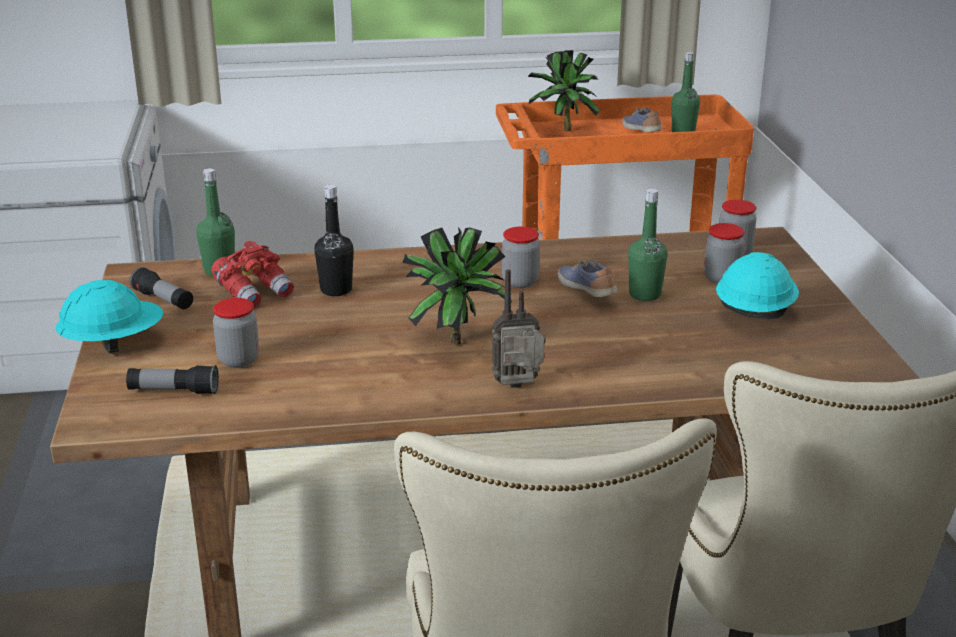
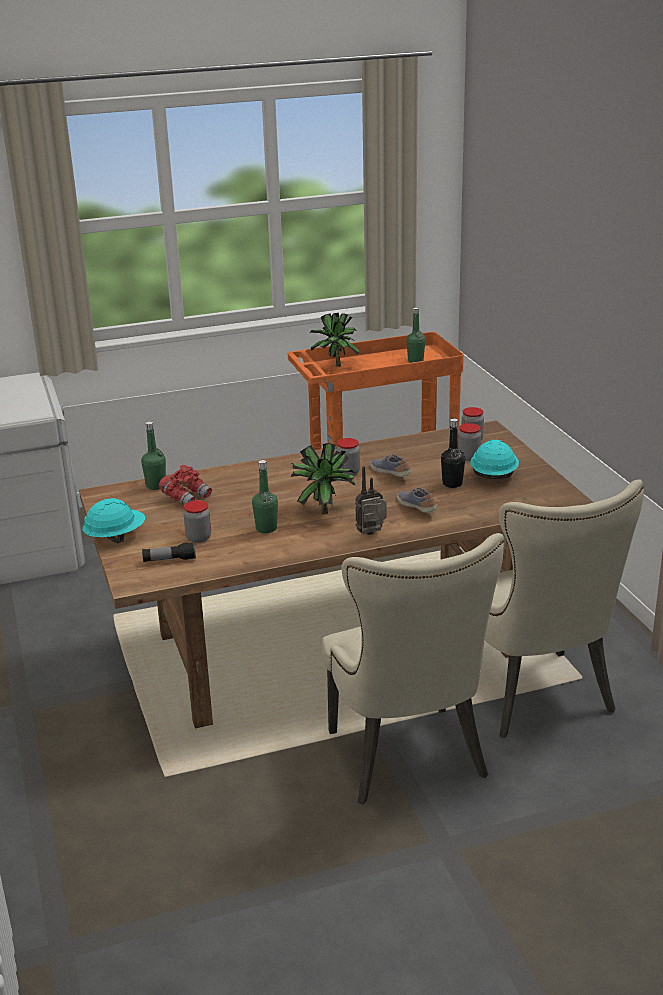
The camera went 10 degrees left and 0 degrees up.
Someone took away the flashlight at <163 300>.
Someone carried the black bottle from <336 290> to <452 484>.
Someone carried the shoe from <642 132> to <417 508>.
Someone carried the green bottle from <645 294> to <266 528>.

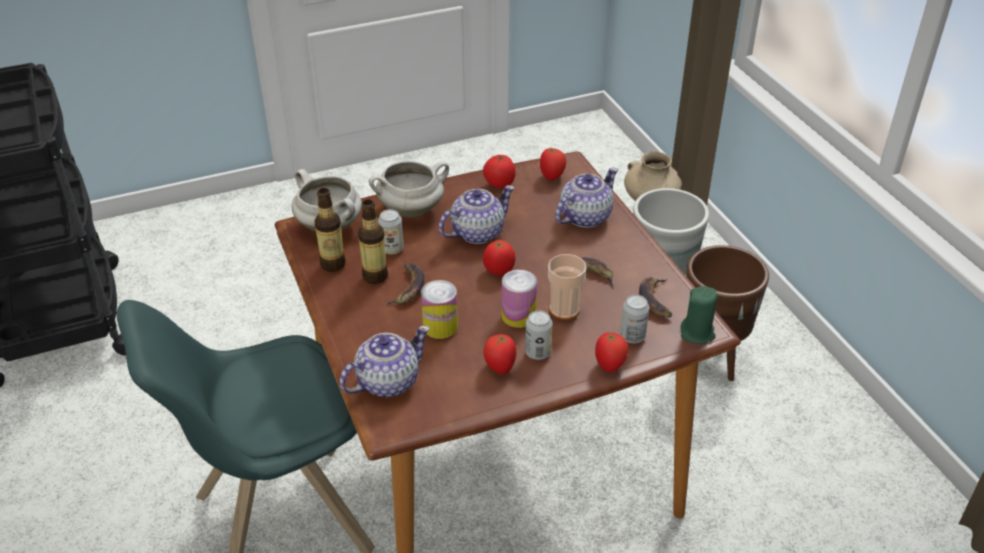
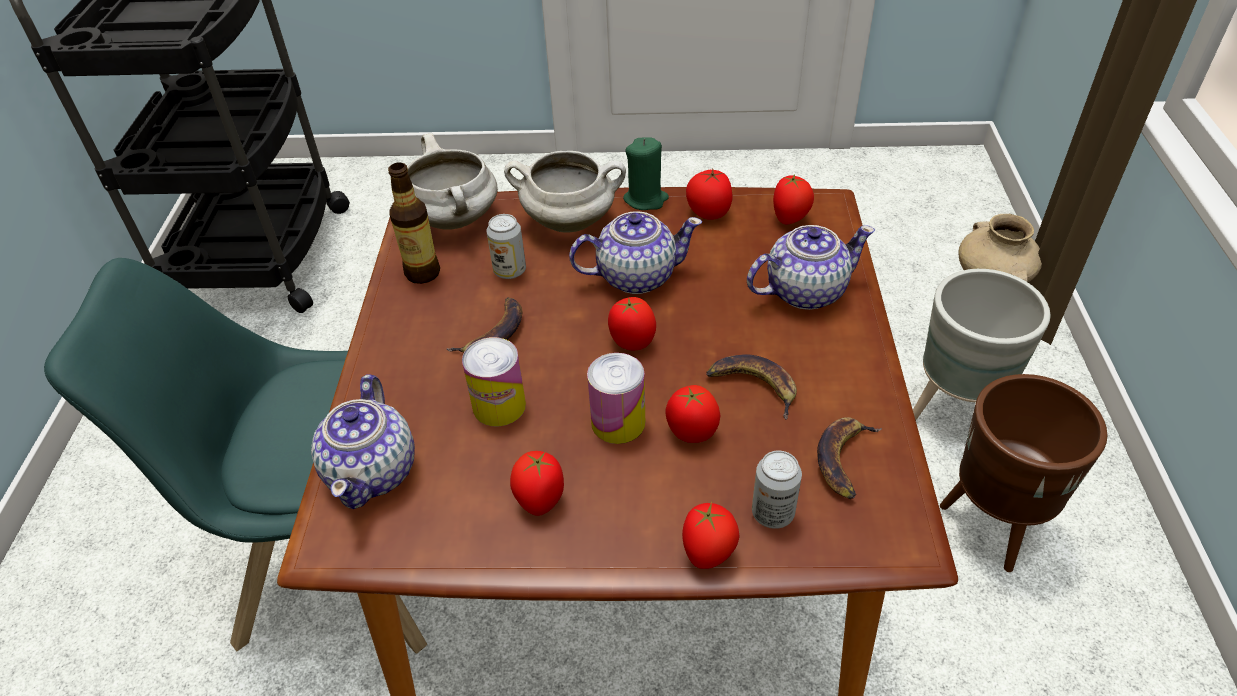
The camera went 25 degrees right and 5 degrees up.
Someone rotated the teapot at <387 382> by 105 degrees clockwise.
Someone took away the bottle at <375 276>.
Someone took away the can at <538 352>.
Someone swapped the cup at <564 309> for the tomato at <691 433>.
Someone carried the green candle from <697 333> to <646 199>.

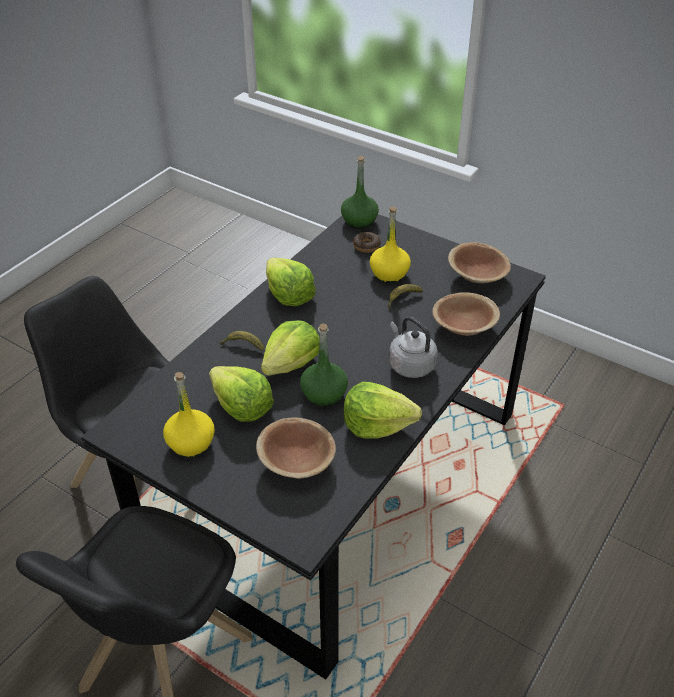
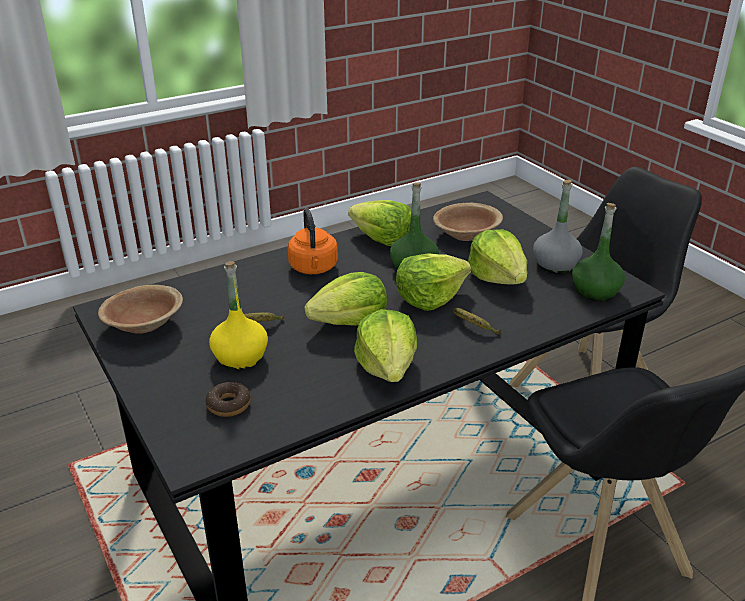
The camera went 155 degrees left and 10 degrees down.
Someone repainted the yellow bottle at <191 443>, which became the grey bottle at <555 265>.
Someone carried the green bottle from <359 221> to <595 291>.
Someone repainted the grey kettle at <410 364>, which became the orange kettle at <313 268>.
Someone took away the brown bowl at <463 327>.
Someone put down the lettuce at <350 321>.

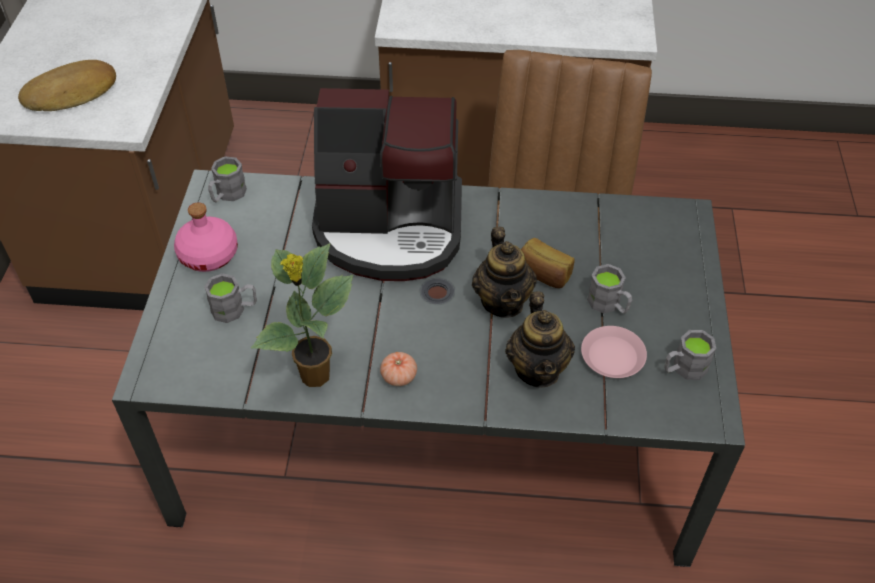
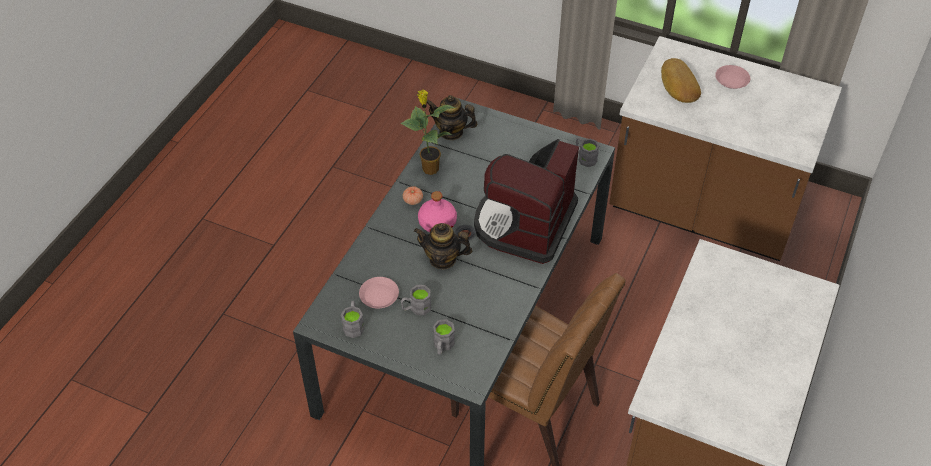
The camera went 110 degrees right and 0 degrees up.
Someone carried the pink bottle from <209 254> to <437 223>.
Someone carried the grey mug from <235 309> to <442 346>.
Someone carried the teapot from <538 369> to <451 132>.
Someone took away the bread at <543 274>.
Someone put down the pink plate at <731 79>.

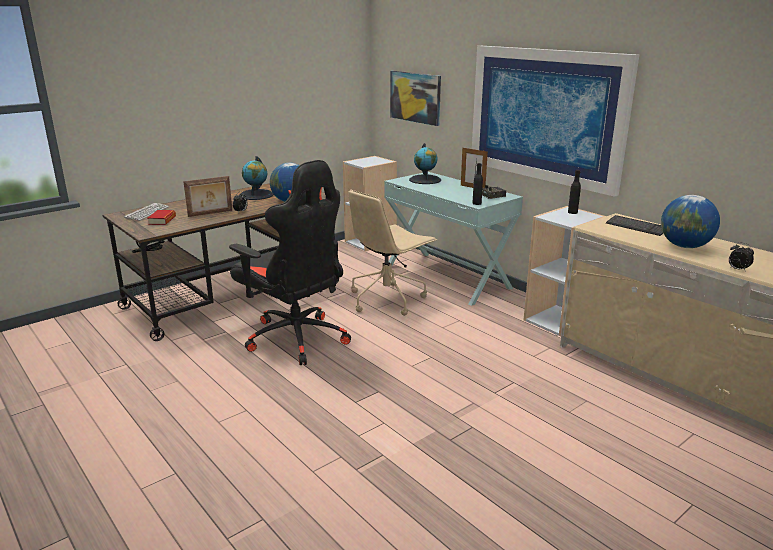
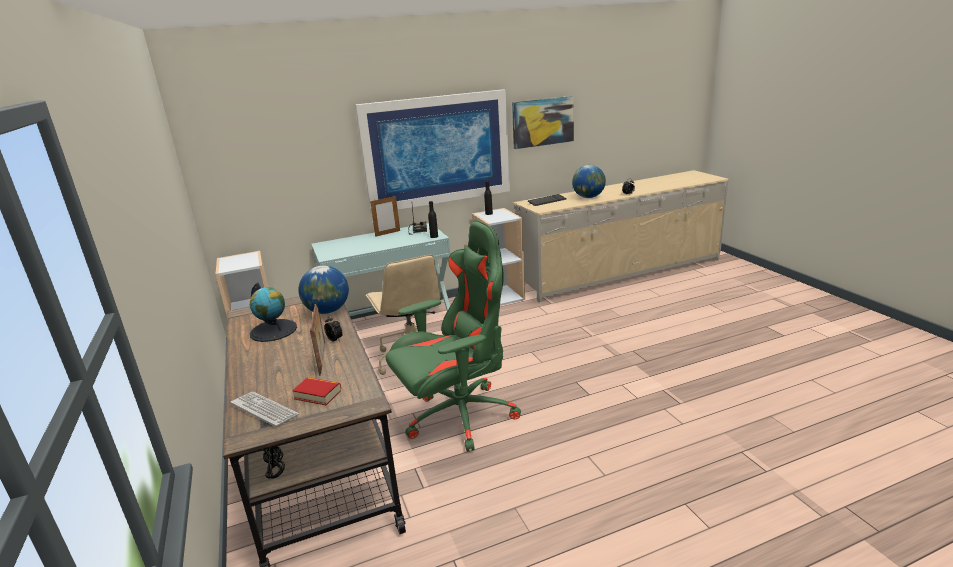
The camera went 70 degrees left and 0 degrees up.
Someone repainted the black office chair at <292 336>, which became the green office chair at <454 420>.
Someone carried the picture from <415 97> to <543 122>.
Someone took away the globe at <425 180>.

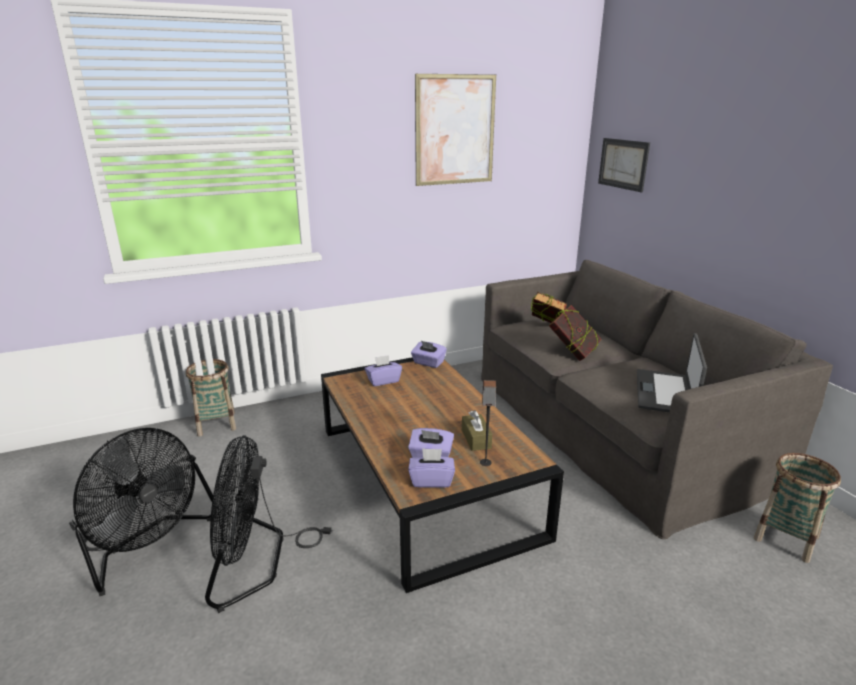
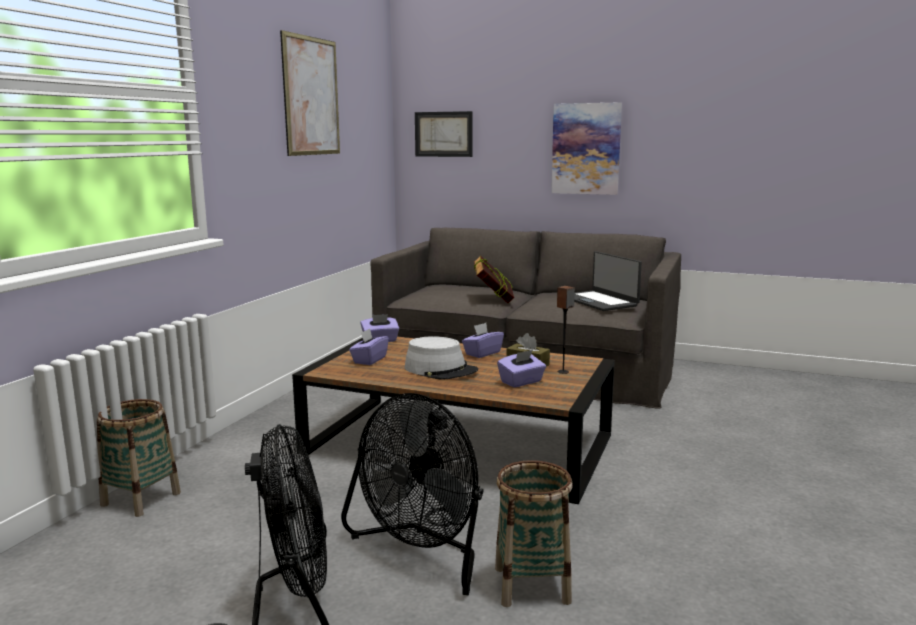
The camera went 45 degrees left and 10 degrees down.
Someone carried the purple tissue box from <431 480> to <482 353>.
Someone took away the book at <547 329>.
Someone carried the basket from <785 538> to <531 585>.
Someone put down the grey hat at <441 369>.
Someone put up the picture at <586 149>.

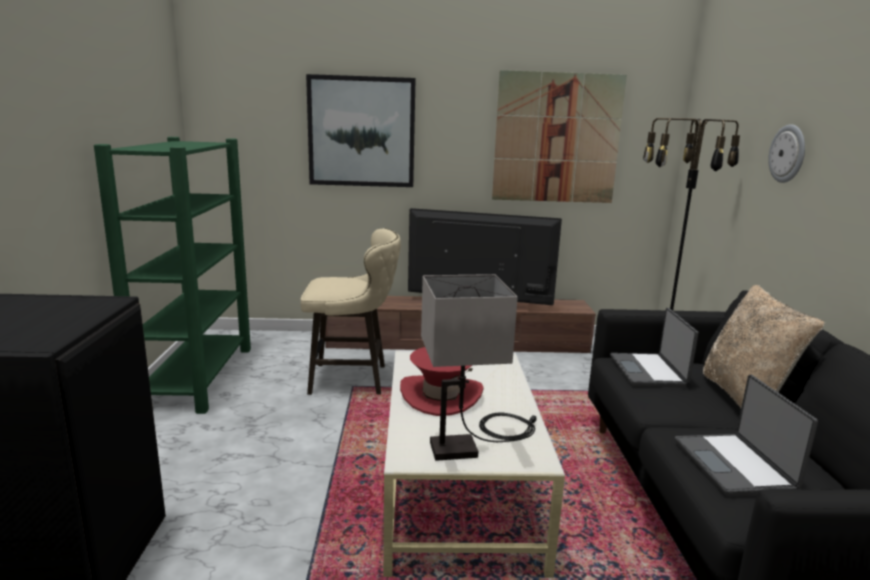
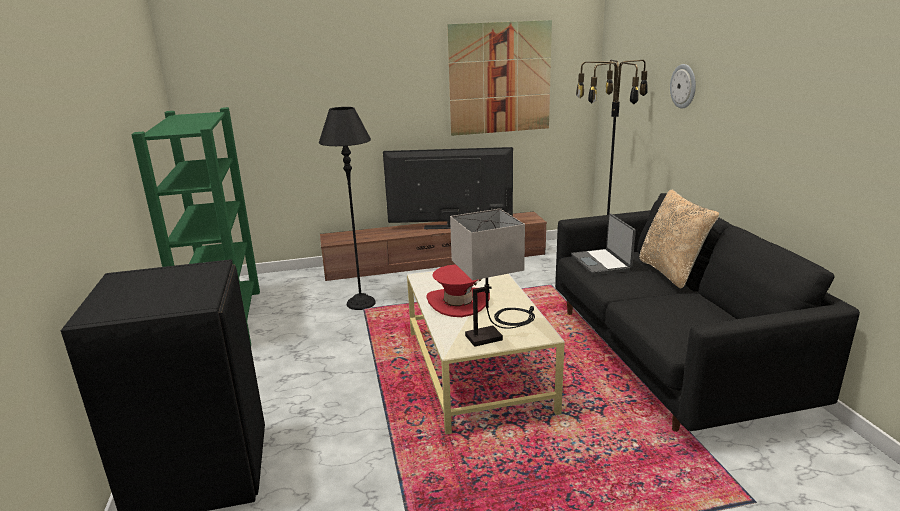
The camera went 10 degrees left and 5 degrees up.
Someone swapped the beige stool at <353 379> for the black floor lamp at <361 303>.
Someone took away the picture at <361 132>.
Someone took away the laptop at <735 466>.

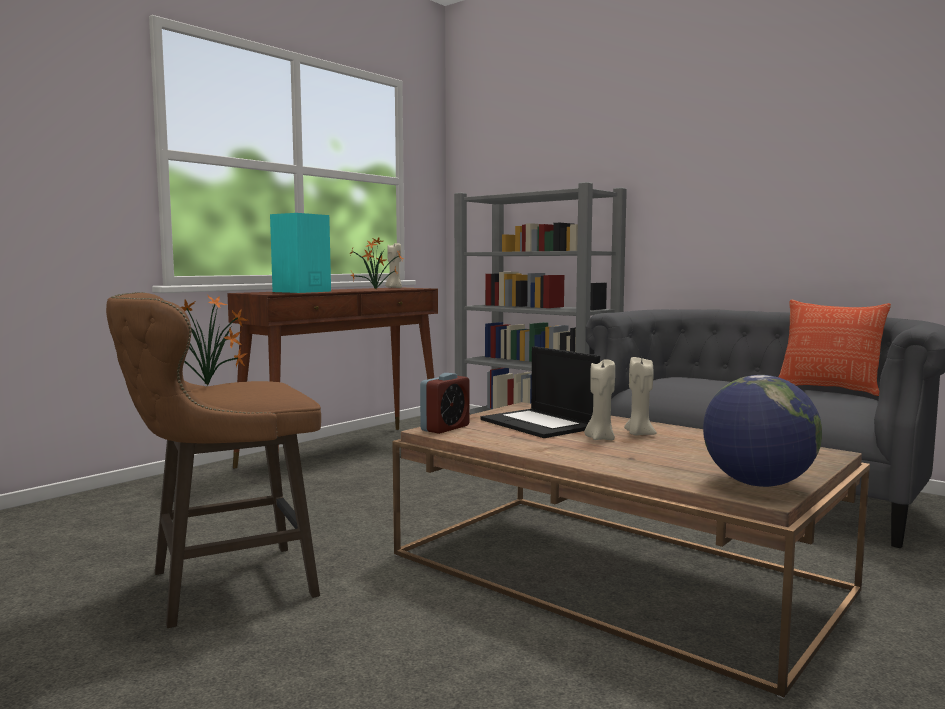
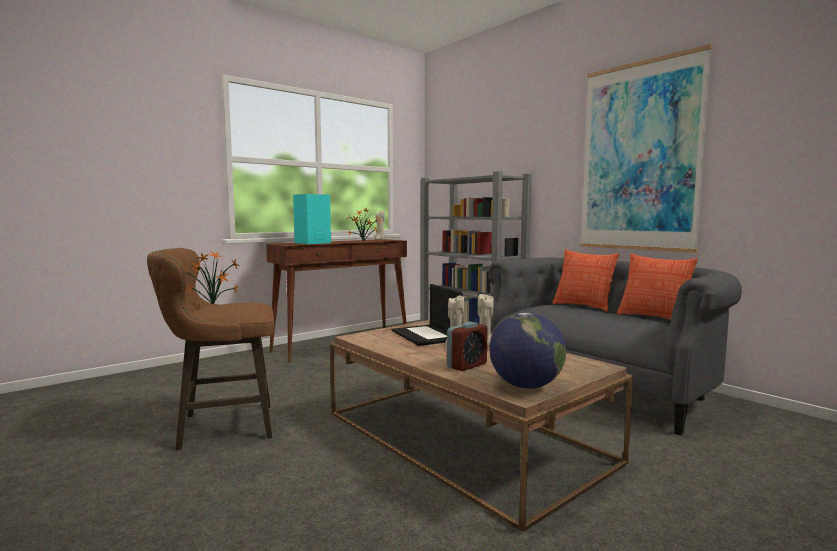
The camera went 10 degrees right and 0 degrees up.
Someone carried the alarm clock from <445 428> to <467 365>.
Someone put down the orange pillow at <583 307>.
Someone put up the picture at <640 157>.

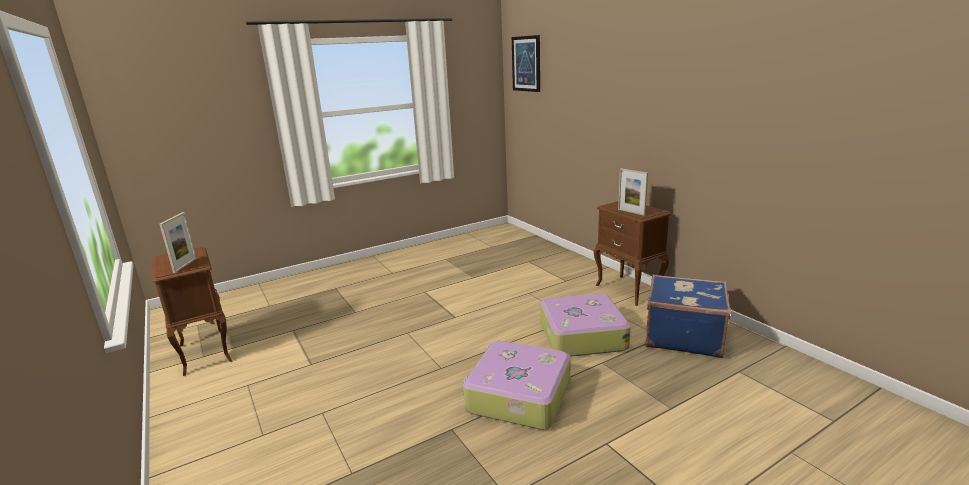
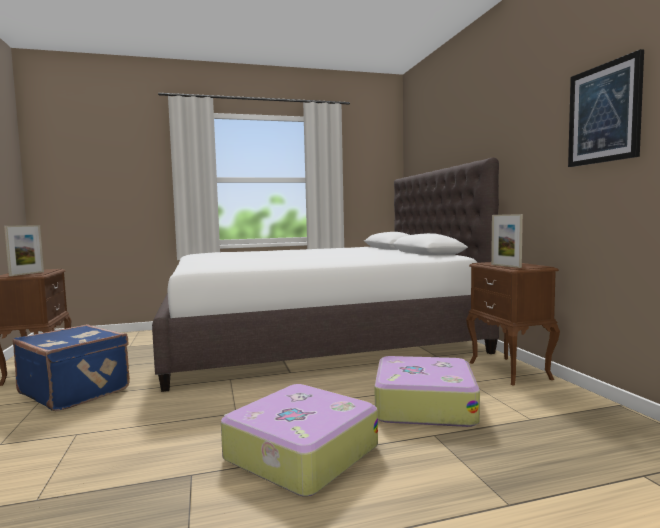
The camera went 15 degrees right and 15 degrees down.
Someone carried the picture from <526 63> to <604 114>.
Someone carried the blue suitcase from <682 336> to <76 391>.
Someone put down the white bed at <317 340>.

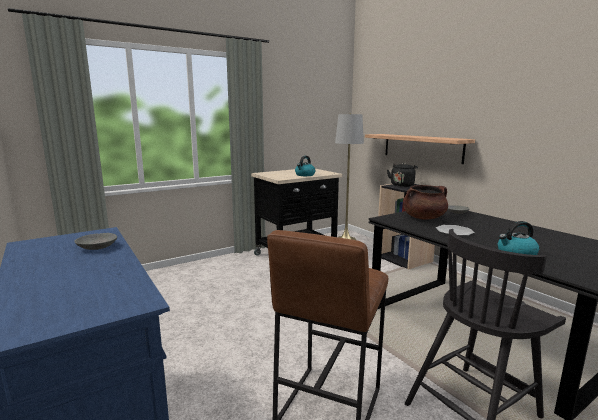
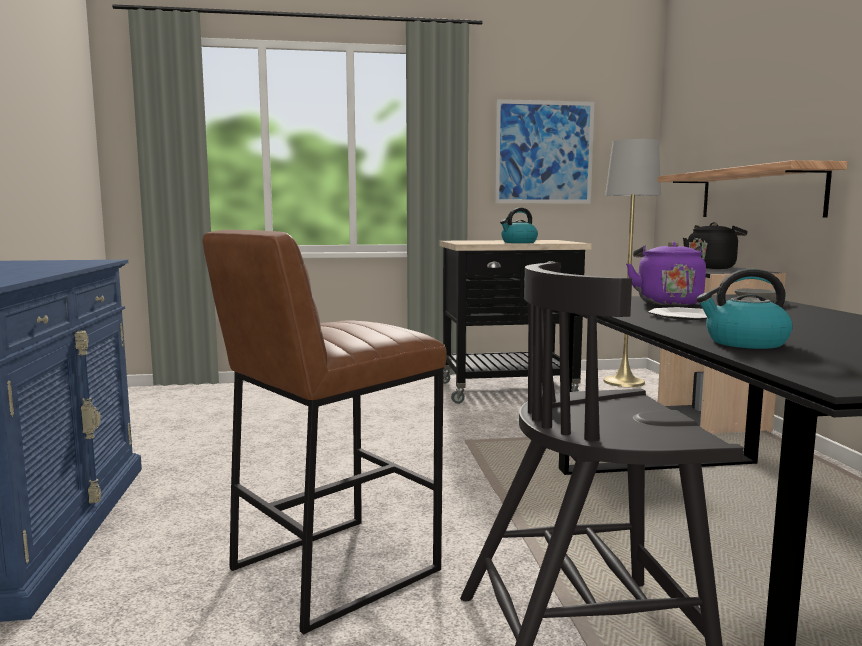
The camera went 25 degrees right and 5 degrees down.
Someone took away the grey bowl at <98 247>.
Someone swapped the brown cooking pot at <424 218> for the purple kettle at <667 302>.
Someone put up the picture at <544 152>.

